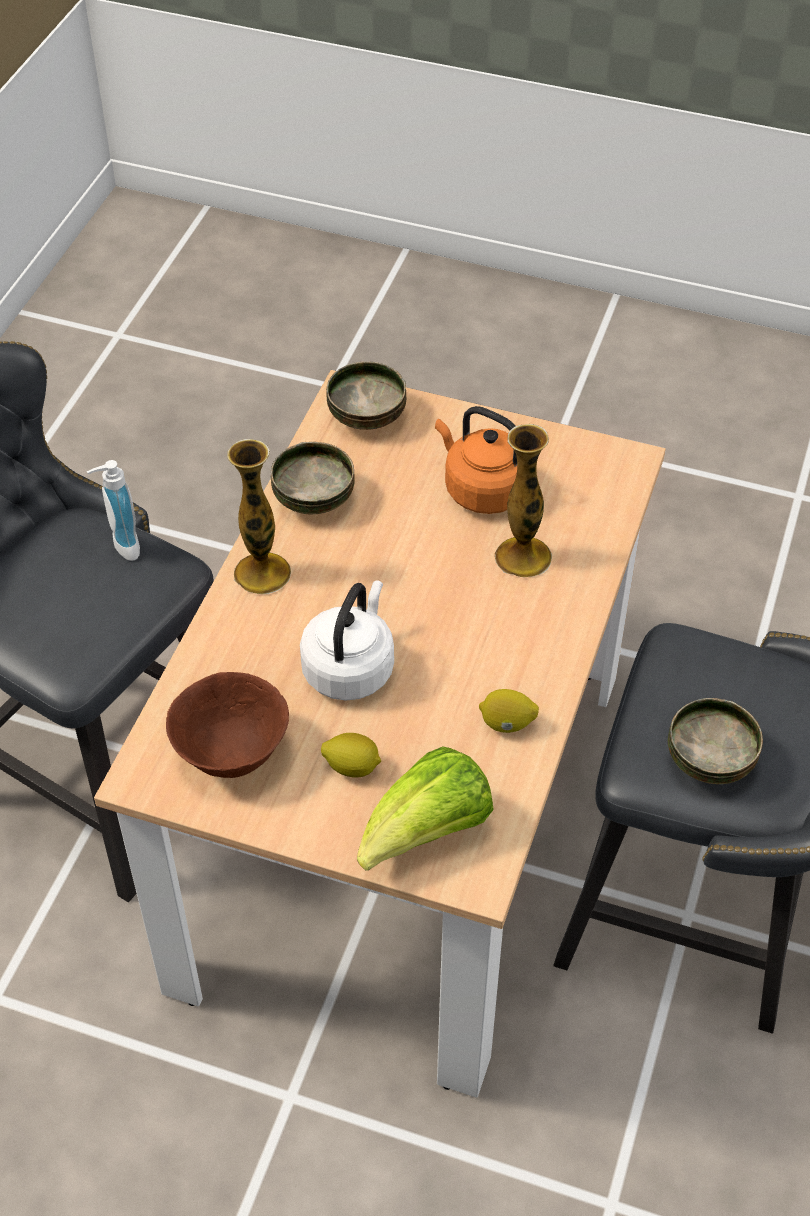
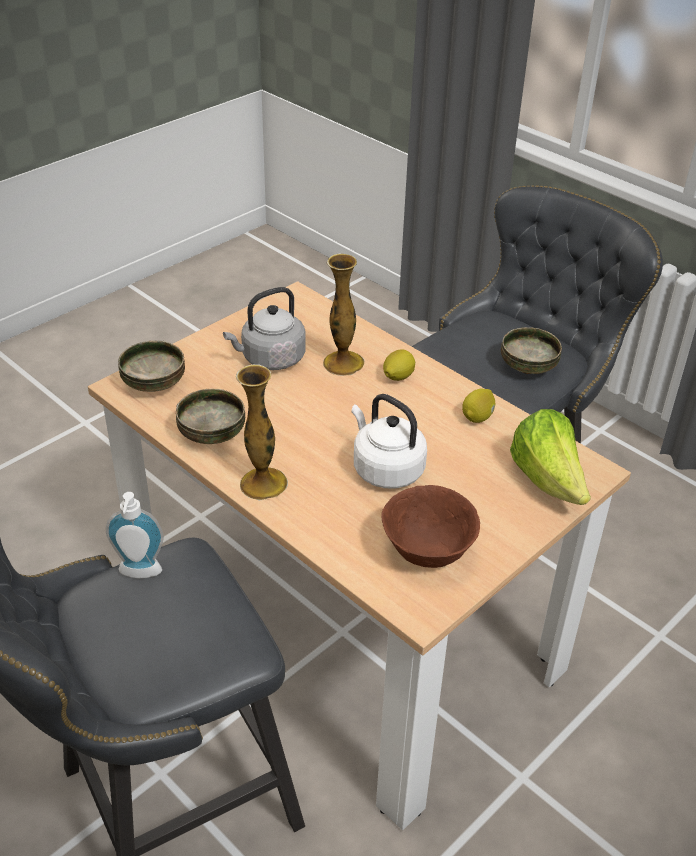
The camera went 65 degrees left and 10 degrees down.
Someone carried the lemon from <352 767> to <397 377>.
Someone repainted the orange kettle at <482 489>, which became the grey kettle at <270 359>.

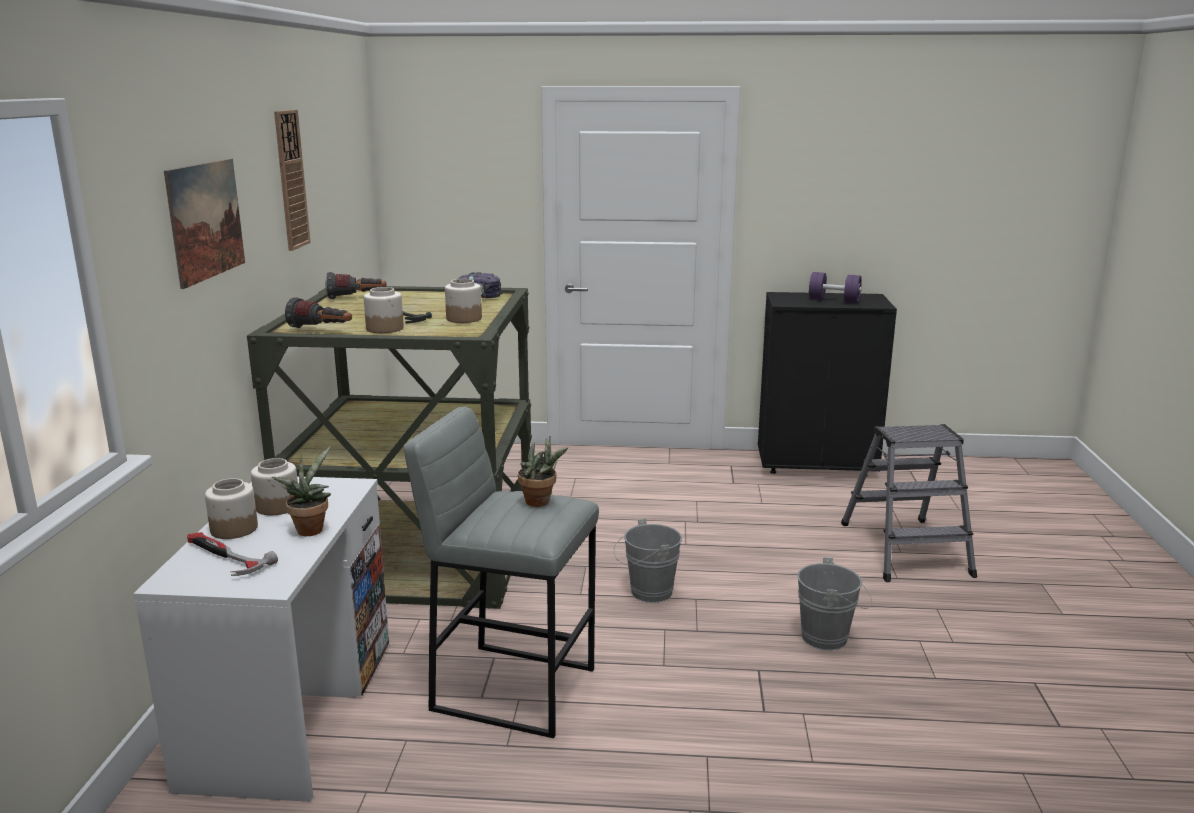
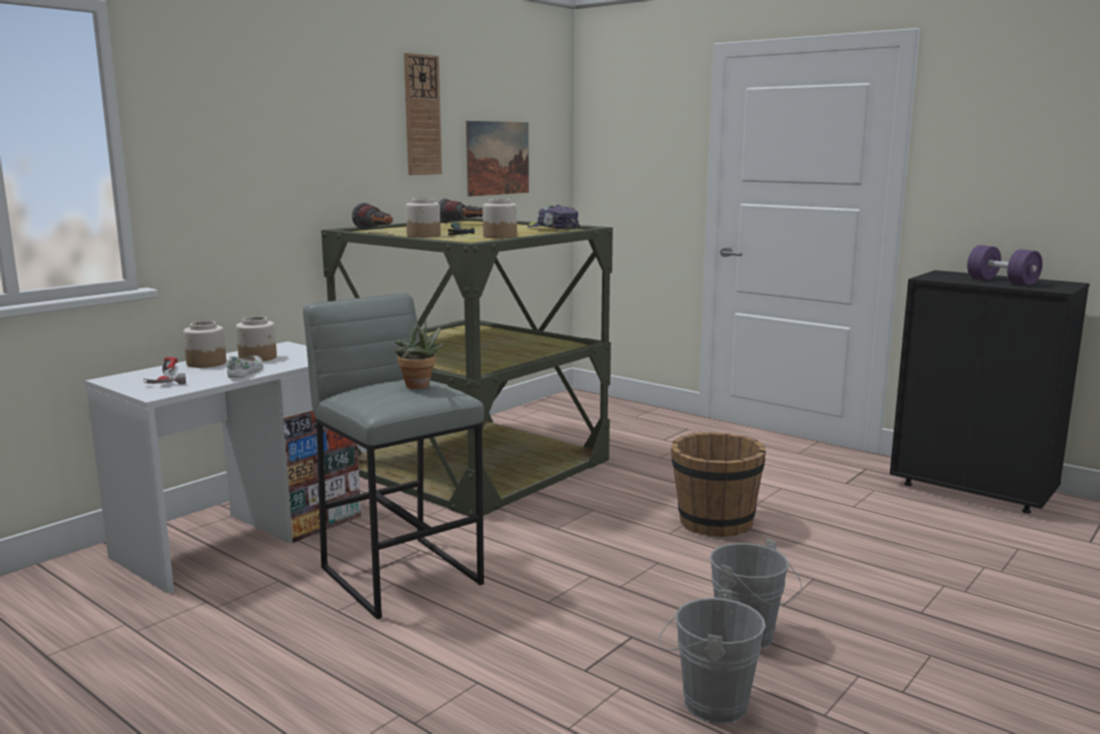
The camera went 35 degrees right and 5 degrees down.
Someone carried the picture from <206 220> to <497 158>.
Someone swapped the potted plant at <310 529> for the white shoe at <247 372>.
Someone carried the grey bucket from <647 593> to <708 702>.
Someone took away the grey step ladder at <905 548>.
Someone put down the brown bucket at <714 523>.

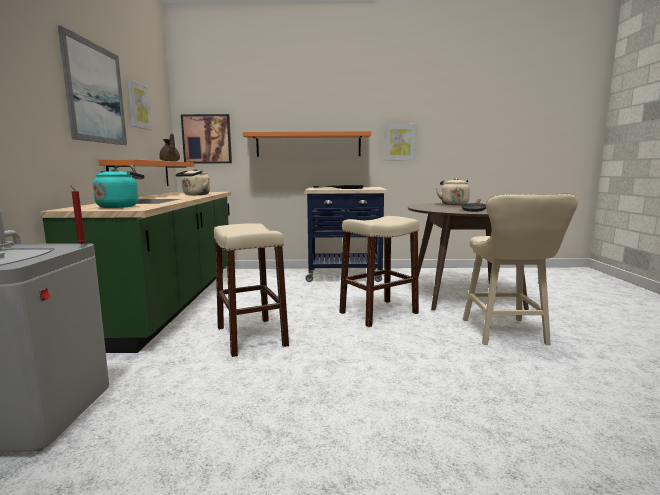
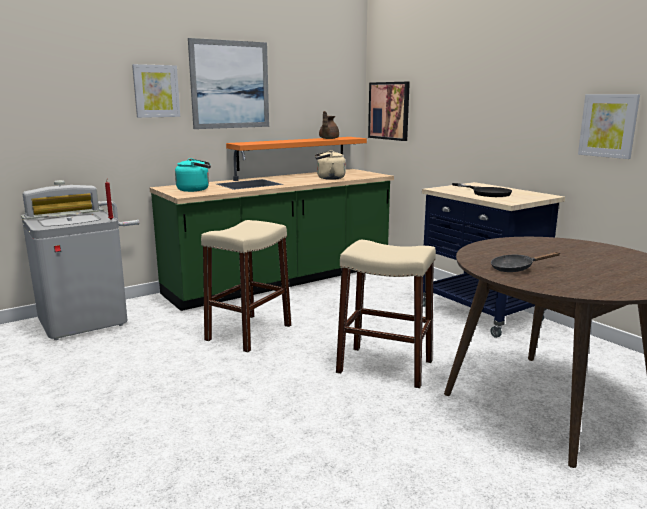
The camera went 55 degrees right and 5 degrees up.
Someone carried the picture from <138 106> to <156 91>.
Someone took away the orange shelf at <308 145>.
Someone took away the beige kettle at <453 204>.
Someone took away the beige stool at <507 335>.

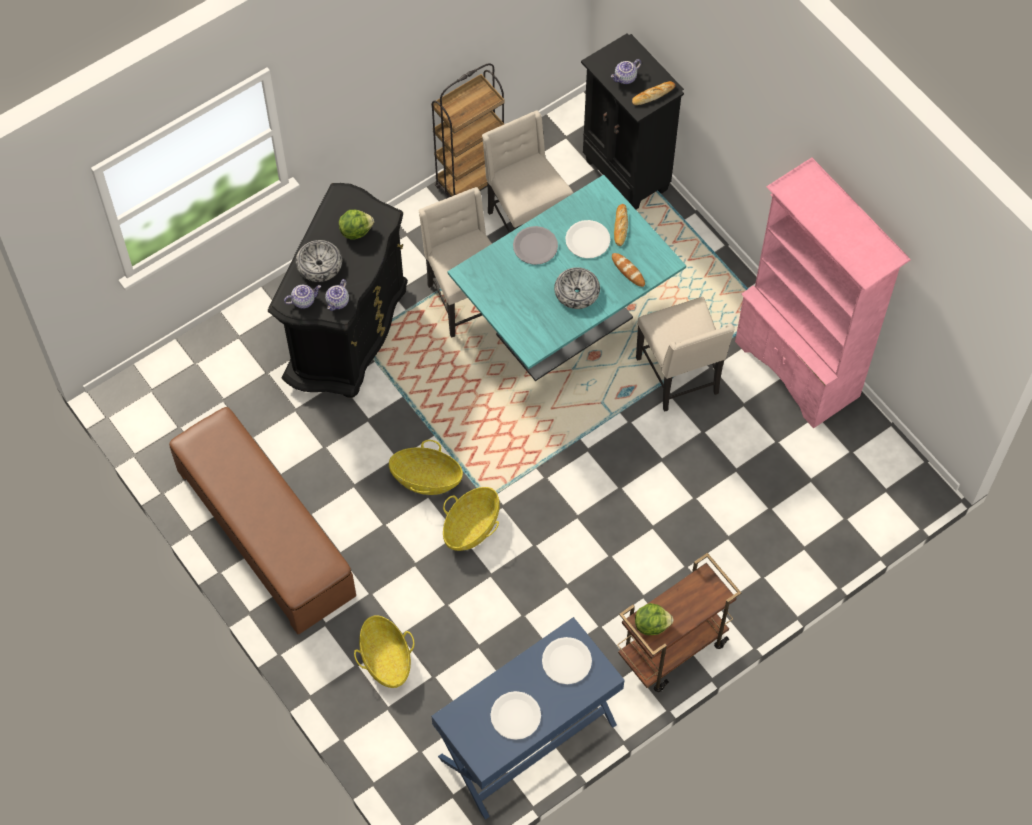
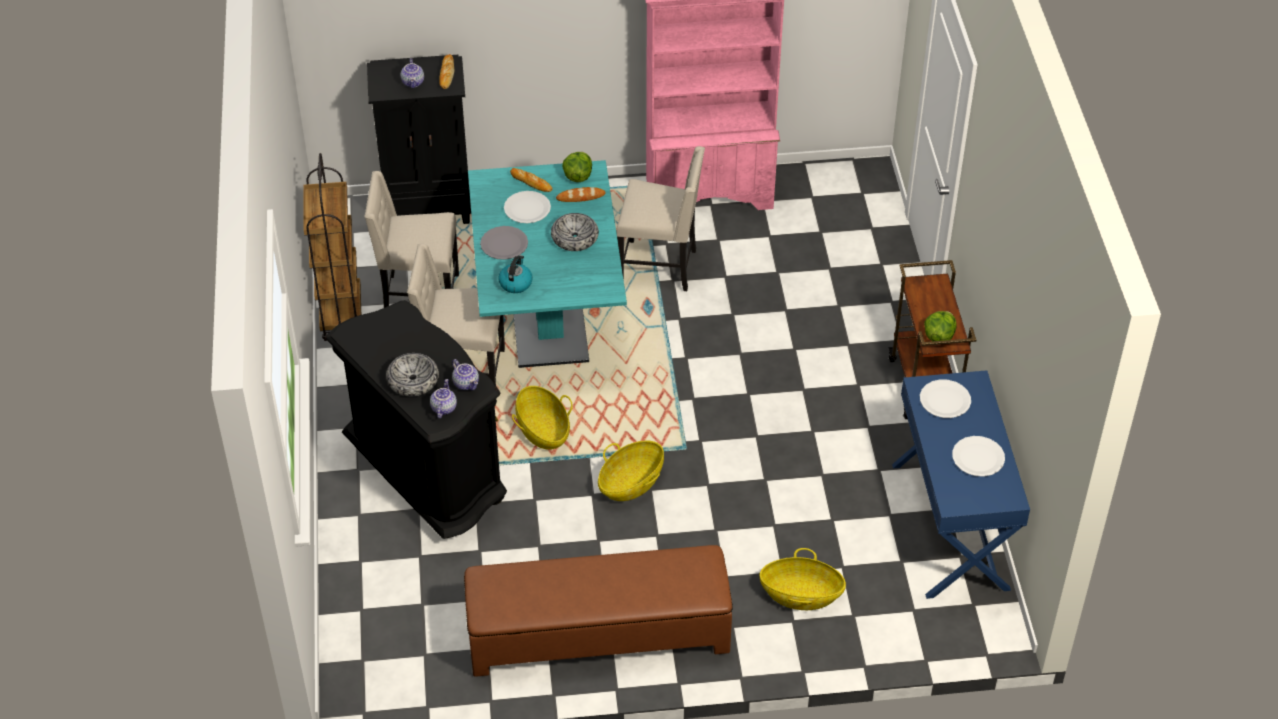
The camera went 60 degrees left and 15 degrees down.
Someone carried the lettuce from <355 231> to <577 176>.
Someone carried the basket from <471 527> to <543 430>.
Someone put down the kettle at <515 283>.

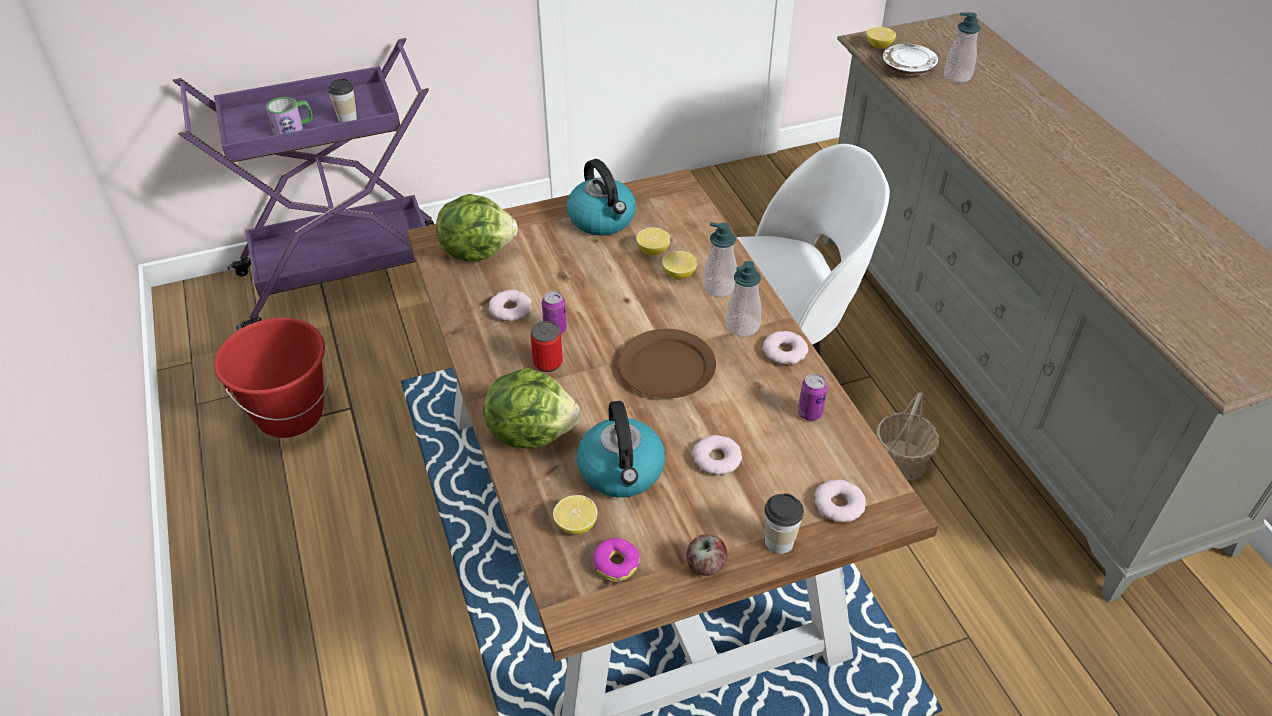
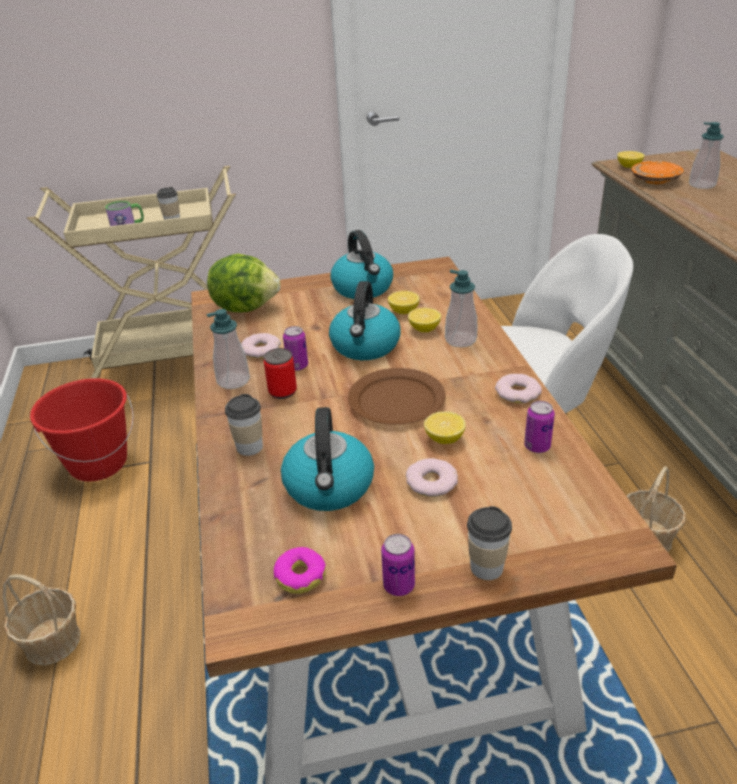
The camera went 10 degrees right and 10 degrees down.
Someone repainted the purple cart at <346 281>, which became the beige cart at <174 368>.
Someone swapped the lettuce at <531 432> for the cup at <249 447>.
Someone carried the lemon from <576 525> to <444 439>.
Someone swapped the apple at <705 565> for the can at <399 585>.
Someone carried the soap dispenser from <742 326> to <233 381>.
Someone took away the donut at <838 504>.
Someone repainted the white plate at <908 69>, which became the orange plate at <655 180>.
Someone put down the basket at <52 641>.
Someone put down the kettle at <365 346>.

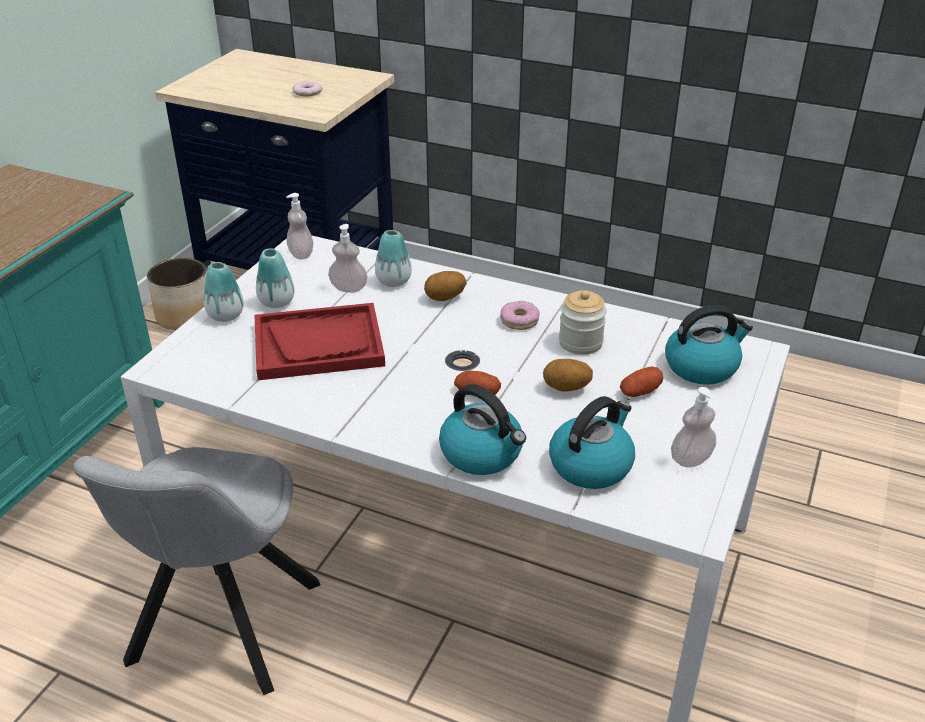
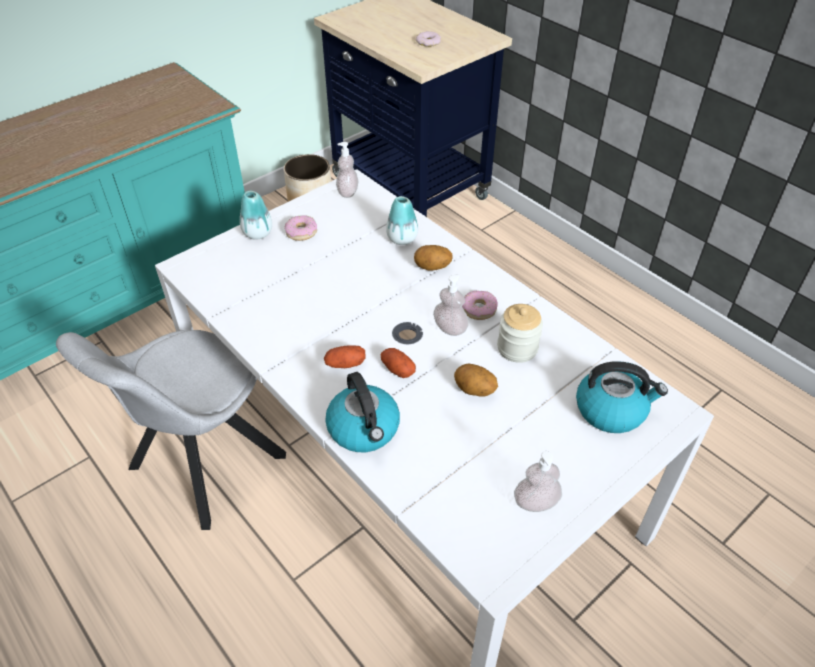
The camera went 25 degrees right and 10 degrees up.
Someone took away the red tray at <319 344>.
Someone swapped the vase at <276 302> for the donut at <301 232>.
Someone carried the soap dispenser from <348 288> to <450 328>.
Someone took away the kettle at <591 464>.
Someone carried the potato from <640 392> to <345 364>.

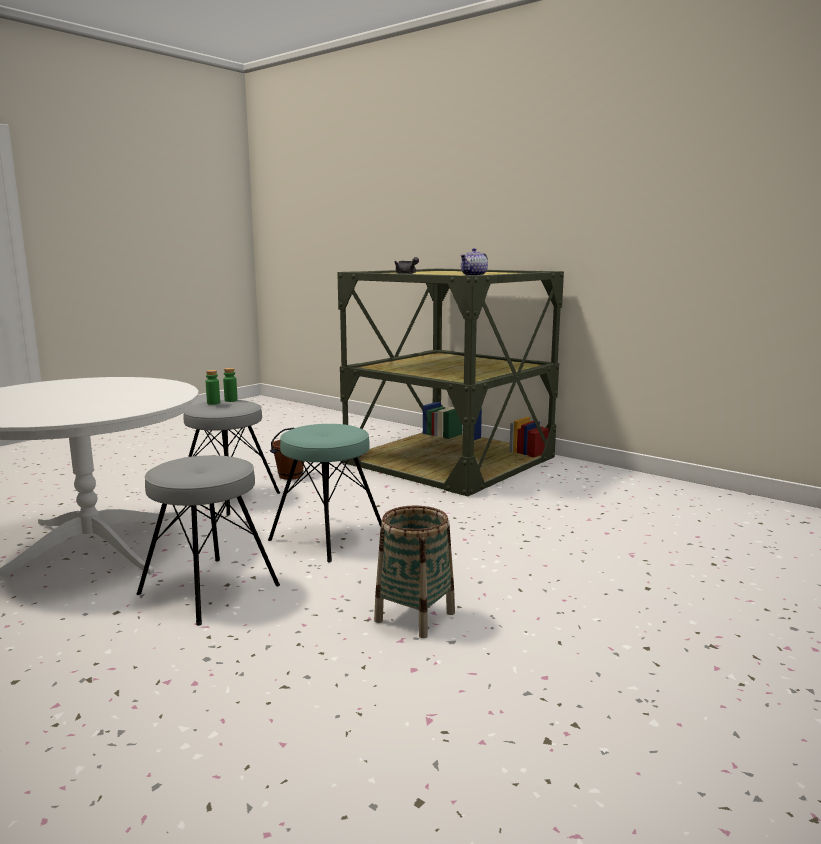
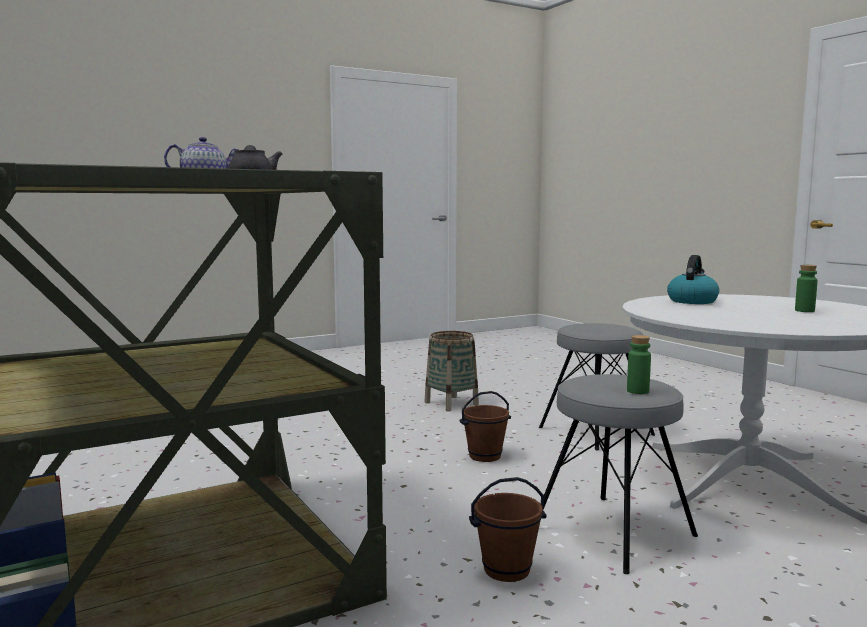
The camera went 160 degrees left and 5 degrees down.
Someone carried the green bottle from <231 400> to <804 311>.
Someone swapped the turquoise stool at <328 537> for the brown bucket at <485 456>.
Someone put down the kettle at <692 301>.

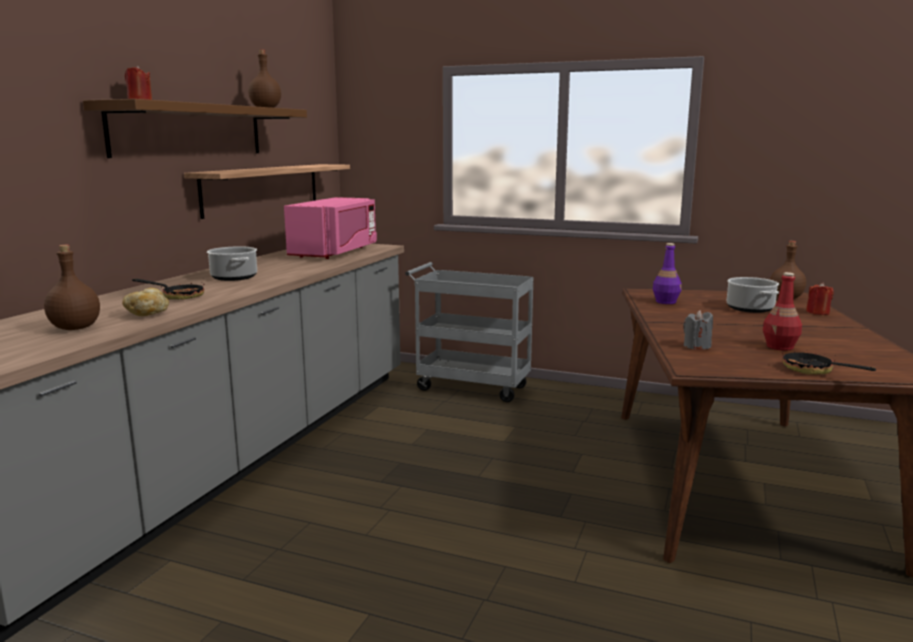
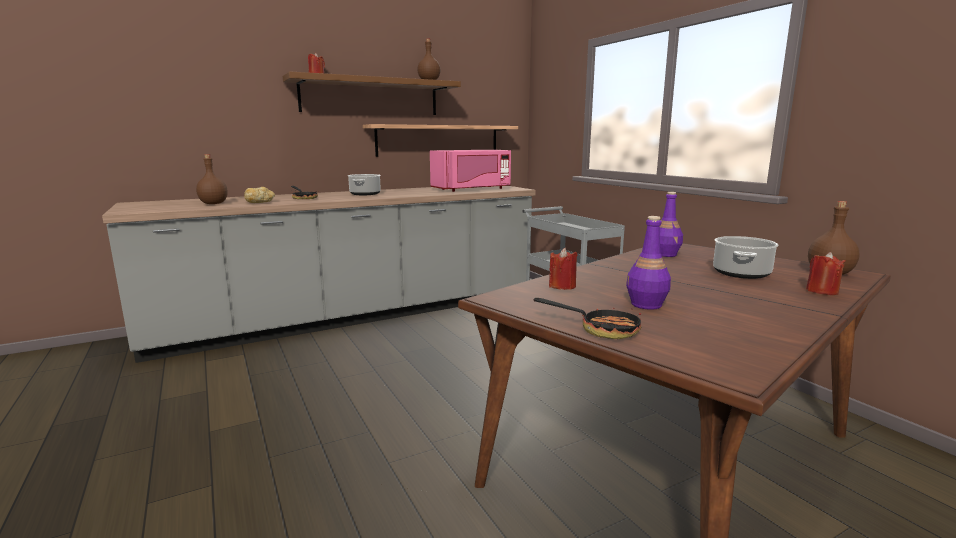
The camera went 40 degrees right and 0 degrees up.
Someone repainted the grey candle at <696 346>, which became the red candle at <562 286>.
Someone repainted the red bottle at <780 347>, which became the purple bottle at <646 305>.
Someone rotated the frying pan at <814 371> by 105 degrees clockwise.

